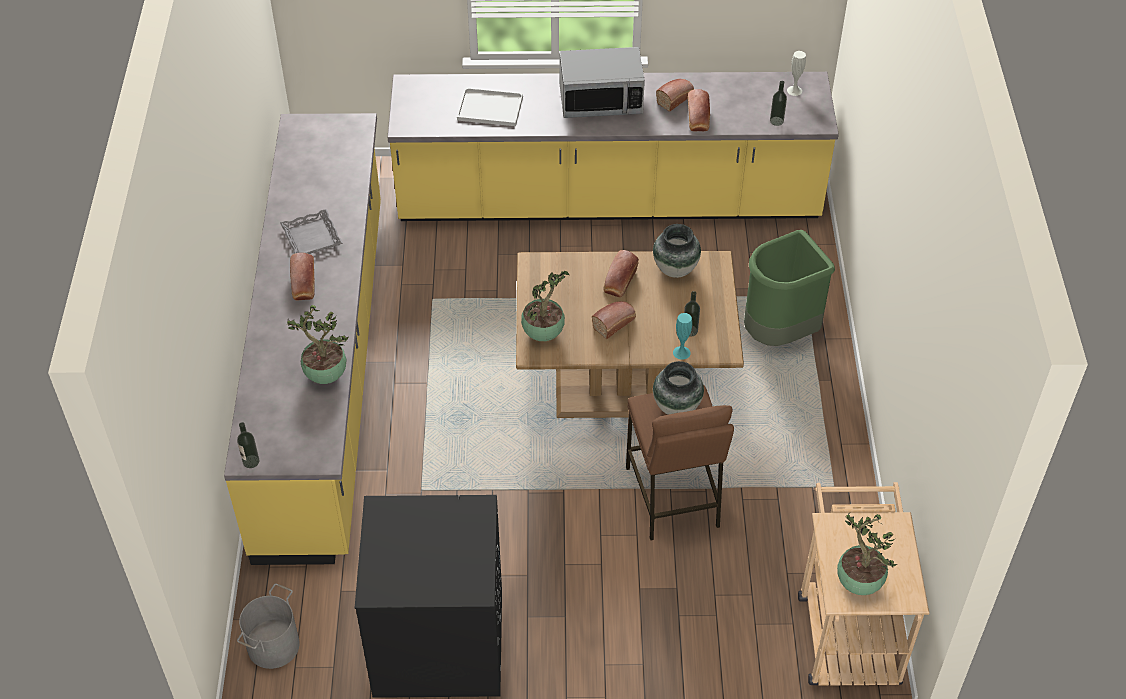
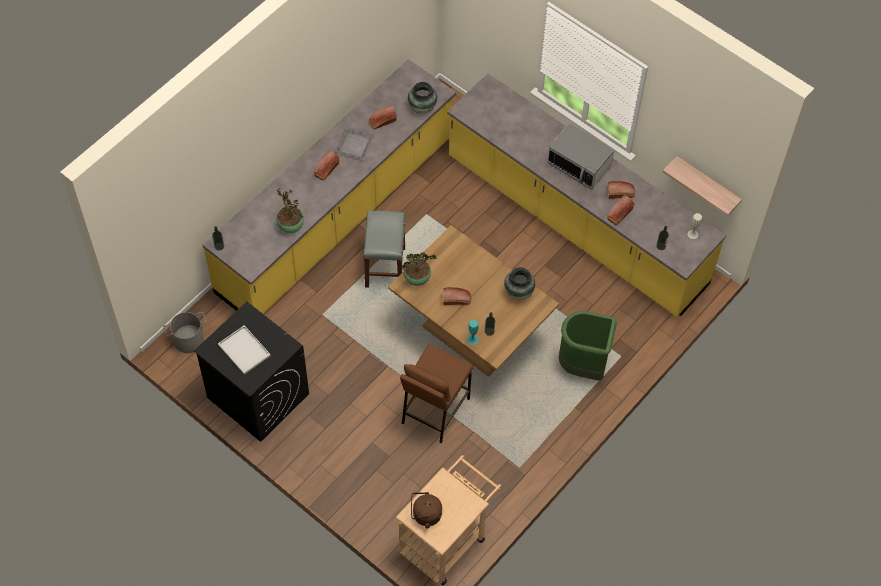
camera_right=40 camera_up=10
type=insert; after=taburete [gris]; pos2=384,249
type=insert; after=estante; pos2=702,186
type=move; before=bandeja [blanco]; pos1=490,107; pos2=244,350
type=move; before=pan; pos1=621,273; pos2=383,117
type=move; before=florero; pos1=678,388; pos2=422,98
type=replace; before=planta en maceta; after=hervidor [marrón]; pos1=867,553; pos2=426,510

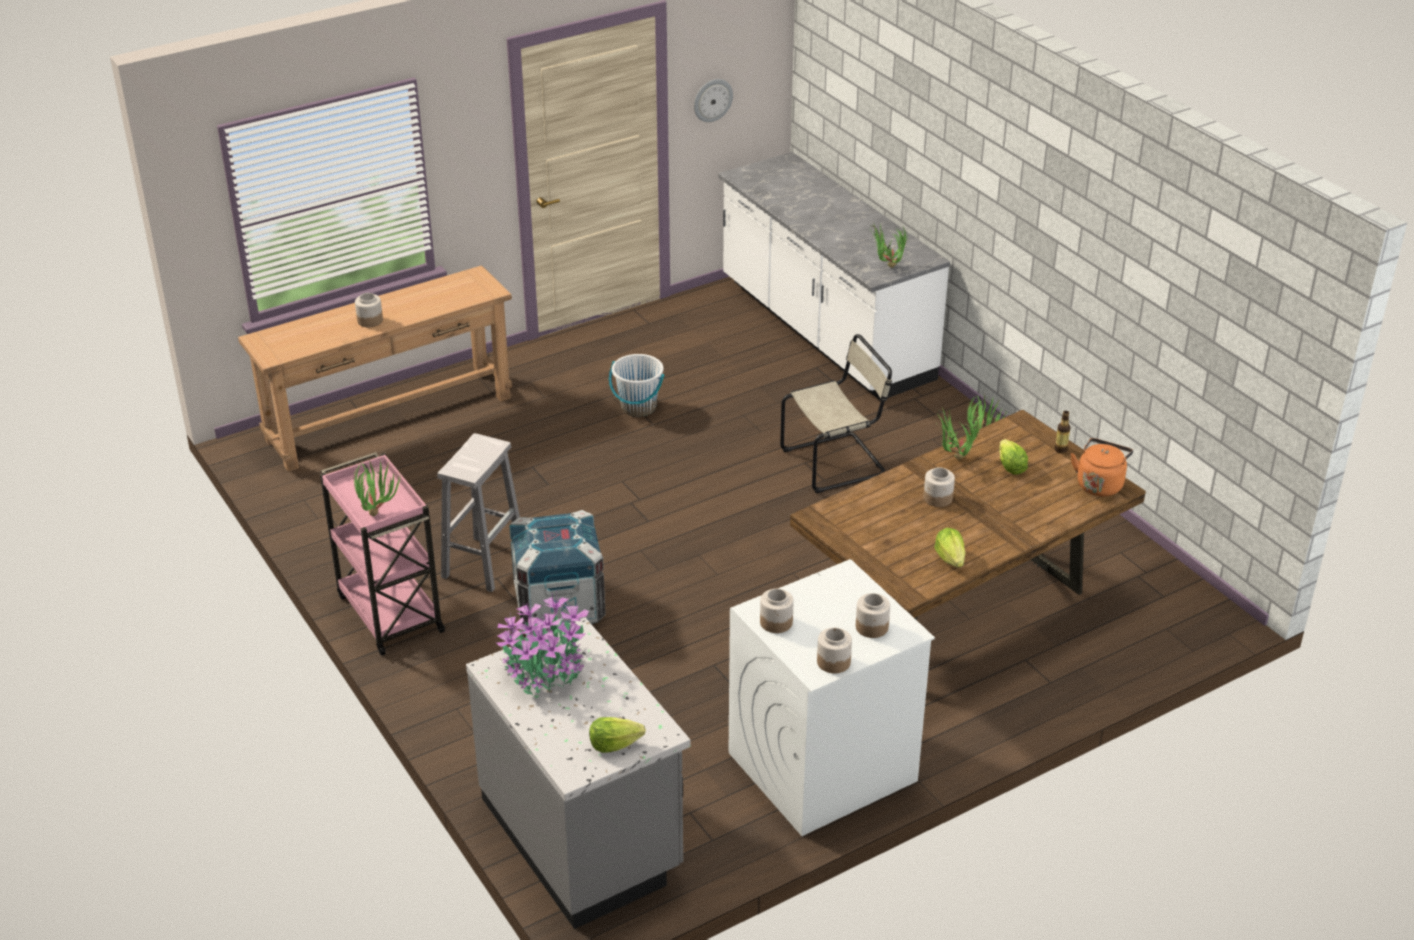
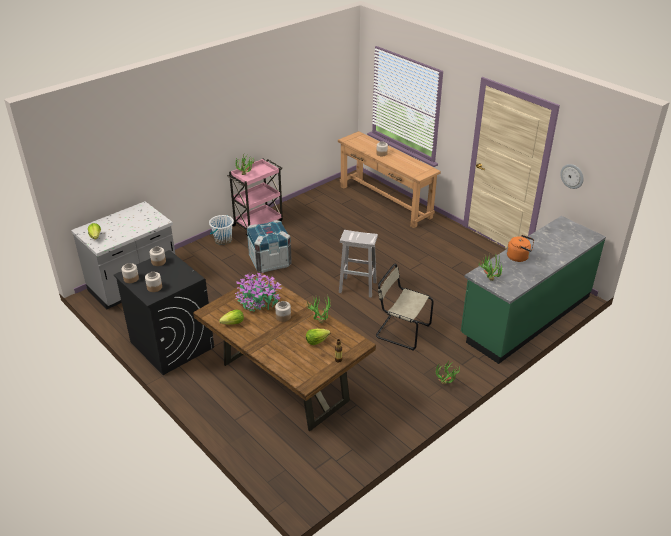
camera_right=80 camera_up=0
type=move; before=taburete [blanco]; pos1=478,512; pos2=358,264
type=move; before=planta en maceta; pos1=542,643; pos2=258,292
type=move; before=cubo [blanco]; pos1=636,385; pos2=221,230
type=move; before=hervidor [naranja]; pos1=1102,467; pos2=520,248
type=recolor; before=mueble bajo de cocina [blanco]; after=mueble bajo de cocina [verde]; pos1=834,276; pos2=533,290
type=recolor; before=lavadora [blanco]; after=lavadora [negro]; pos1=832,697; pos2=164,312
type=rotate; before=silla [beis]; pos1=836,413; pos2=405,307; turn=150

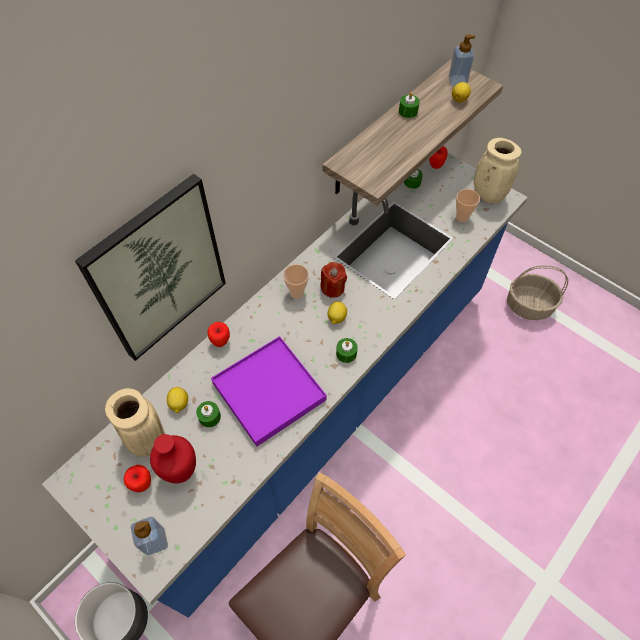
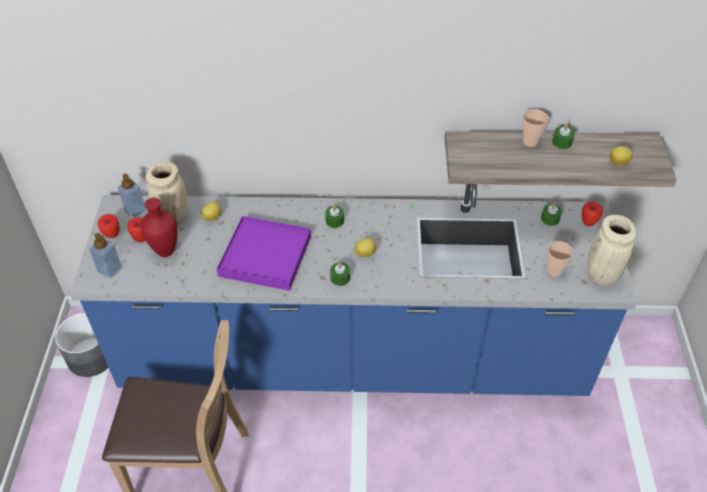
camera_right=50 camera_up=-10
type=delete; before=cuadro; pos1=150,267
type=delete; before=vela [rojo]; pos1=334,280
type=delete; before=cesta; pos1=537,292
type=move; before=vela [verde]; pos1=208,414; pos2=334,216
type=move; before=manzana; pos1=218,334; pos2=108,226
type=move; before=taza; pos1=296,281; pos2=535,128
type=move; before=dispensador de jabón; pos1=462,60; pos2=132,196

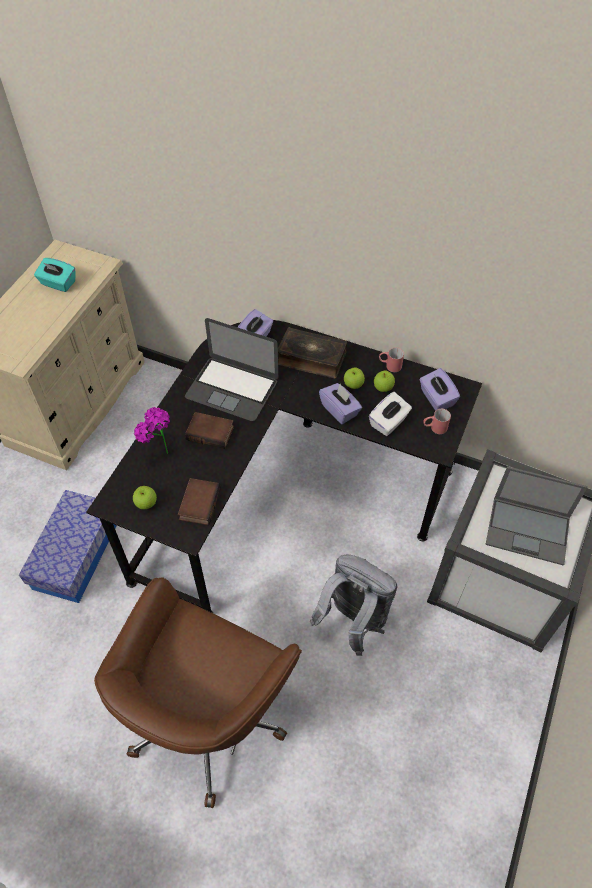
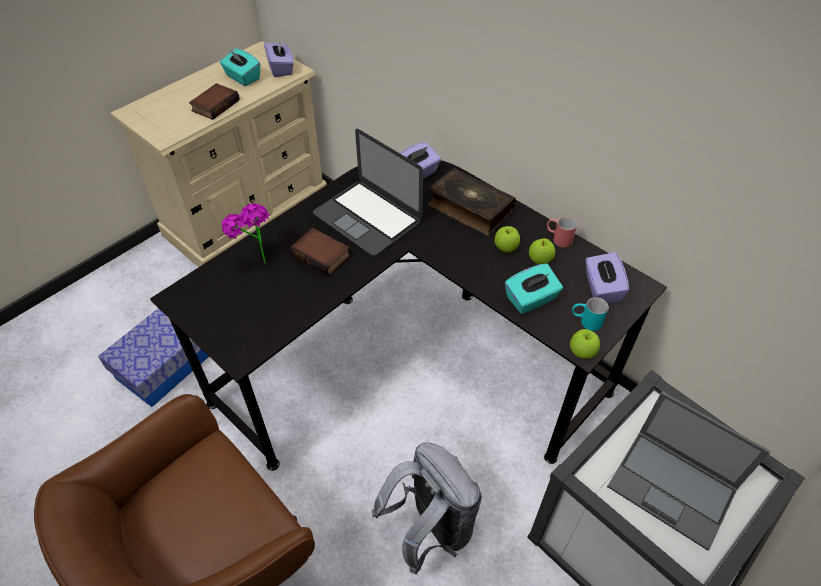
camera_right=20 camera_up=-5
type=move; before=manzana; pos1=145,497; pos2=585,344
type=move; before=libro; pos1=199,502; pos2=214,101
type=move; before=caja de pañuelos [morado]; pos1=340,403; pos2=279,58
type=recolor; before=caja de pañuelos [blanco]; after=caja de pañuelos [turquesa]; pos1=390,414; pos2=534,289
type=recolor; before=taza grande [rojo]; after=taza grande [turquesa]; pos1=437,421; pos2=590,314

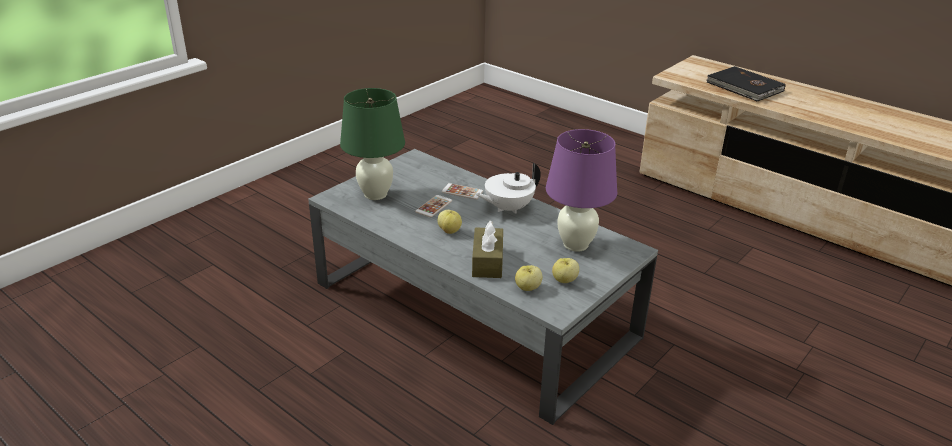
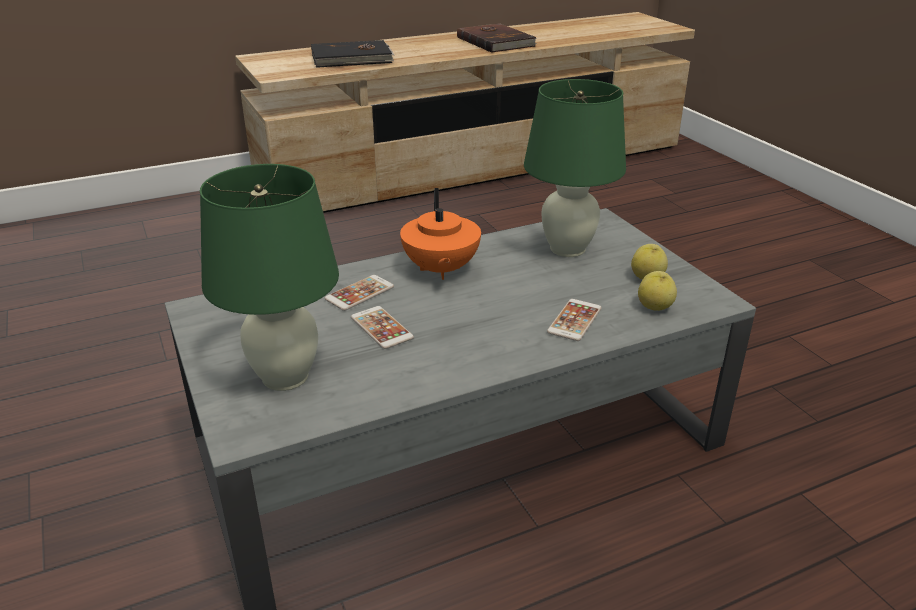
camera_right=-65 camera_up=0
type=delete; before=manzana; pos1=449,222
type=insert; after=libro [marrón]; pos2=497,38
type=replace; before=caja de pañuelos [marrón]; after=móvil; pos1=487,249; pos2=574,320
type=recolor; before=tetera [blanco]; after=tetera [naranja]; pos1=508,188; pos2=440,234
type=recolor; before=lámpara de mesa [morado]; after=lámpara de mesa [verde]; pos1=581,190; pos2=575,168

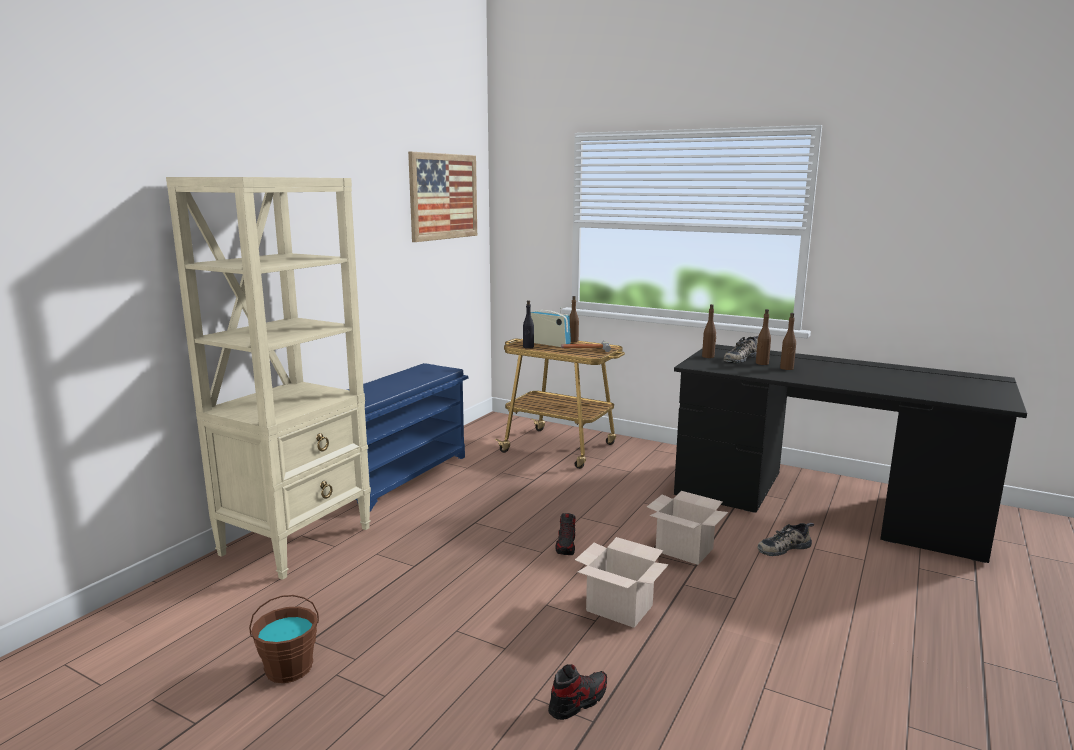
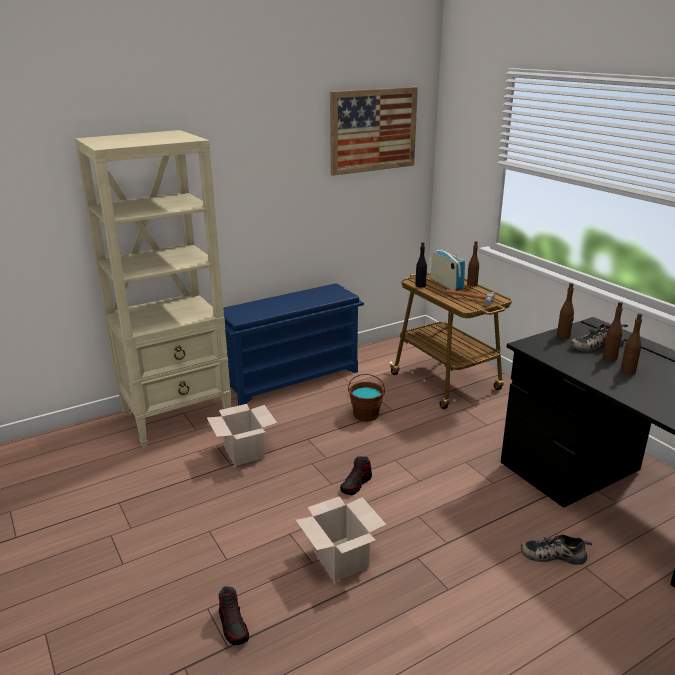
camera_right=30 camera_up=10
type=move; before=cubo [marrón]; pos1=284,639; pos2=366,398
type=move; before=caja de cartón; pos1=687,528; pos2=242,435
type=rotate; before=zapato; pos1=577,692; pos2=233,615; turn=75

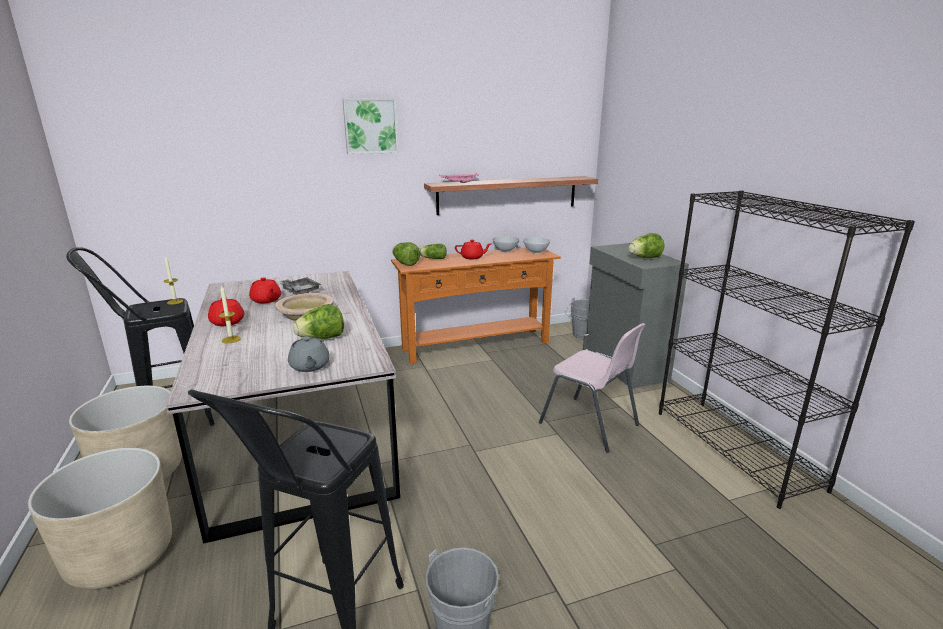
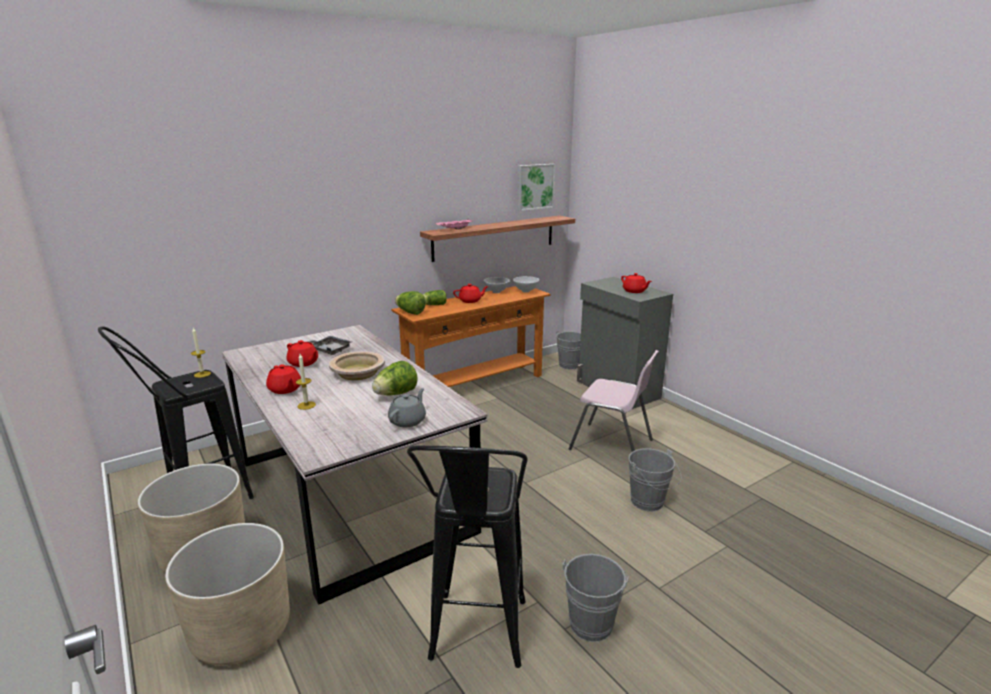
camera_right=-15 camera_up=0
type=delete; before=estantería [negro]; pos1=787,349
type=insert; after=cubo [gris]; pos2=655,479
type=move; before=cuadro; pos1=370,126; pos2=536,187
type=replace; before=lechuga; after=tetera [rojo]; pos1=646,245; pos2=636,283
type=rotate; before=tetera [gris]; pos1=309,354; pos2=407,407; turn=-120

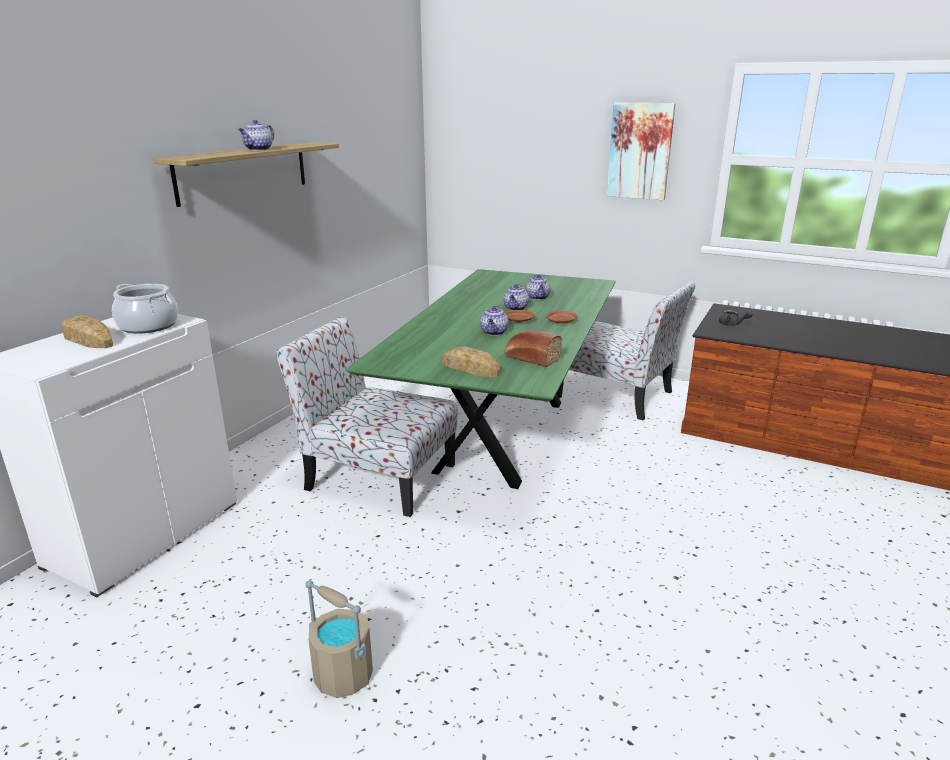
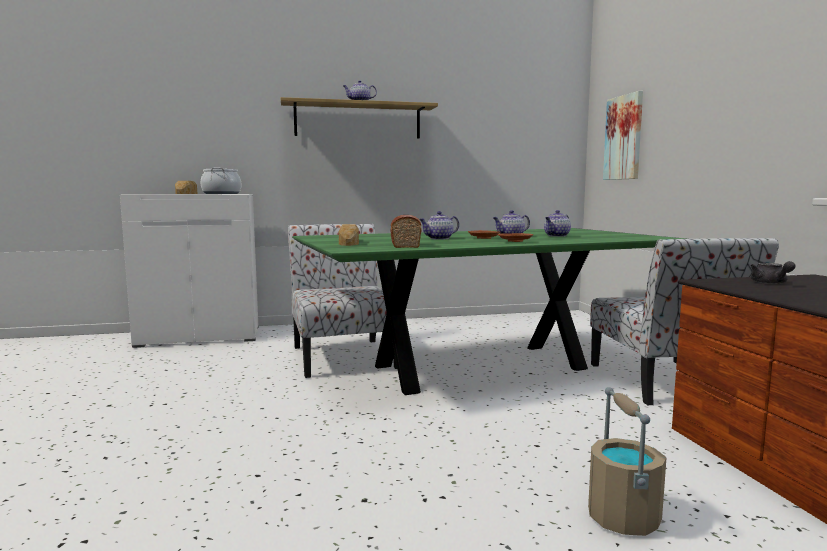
camera_right=50 camera_up=-15
type=move; before=cubo [beis]; pos1=339,639; pos2=627,461
type=move; before=cuadro; pos1=641,151; pos2=623,135

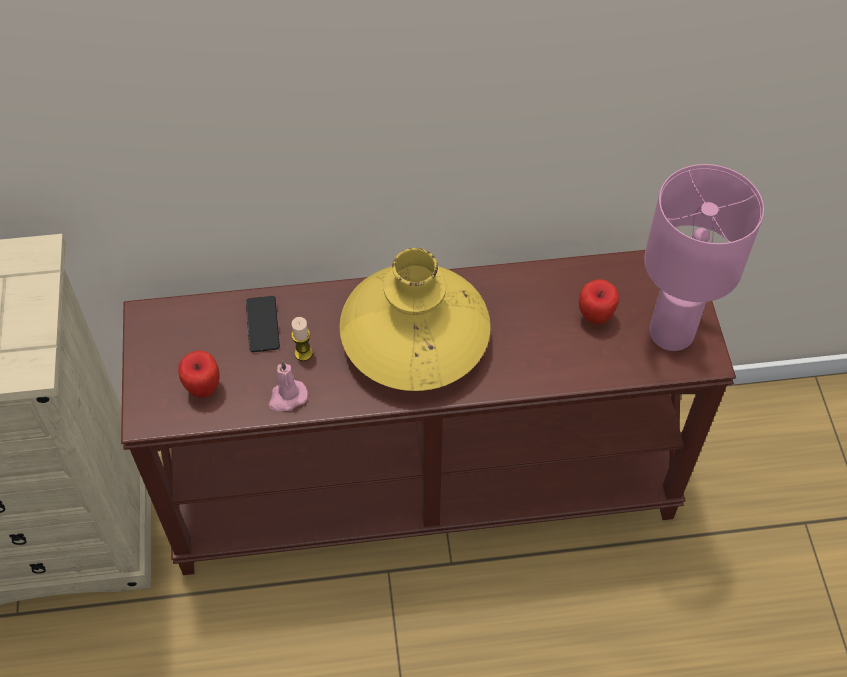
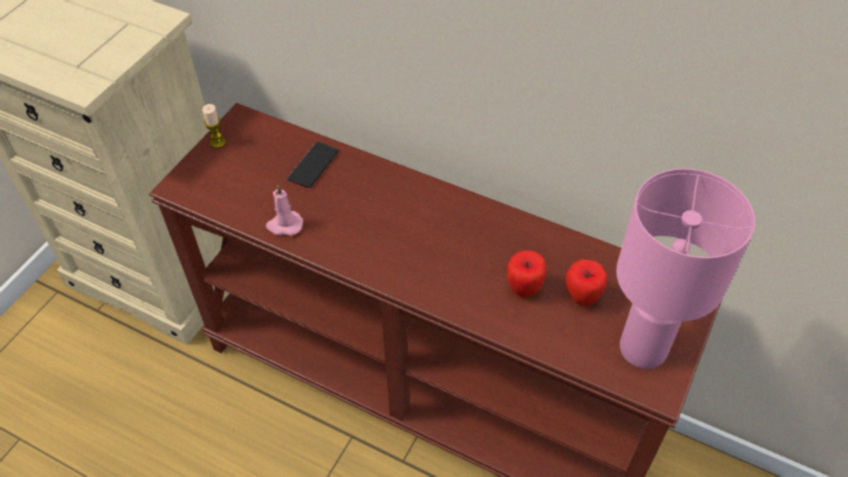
camera_right=35 camera_up=-5
type=delete; before=florero [amarillo]; pos1=415,319
type=move; before=manzana; pos1=199,374; pos2=526,274
type=move; before=vela; pos1=302,339; pos2=214,126

